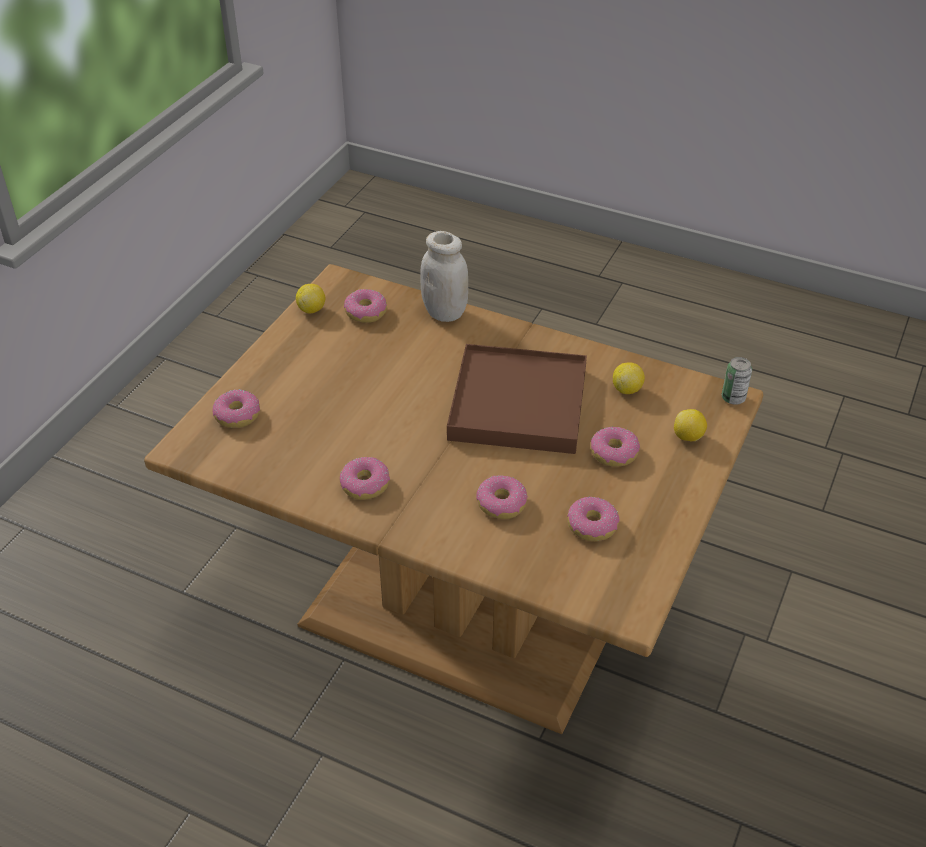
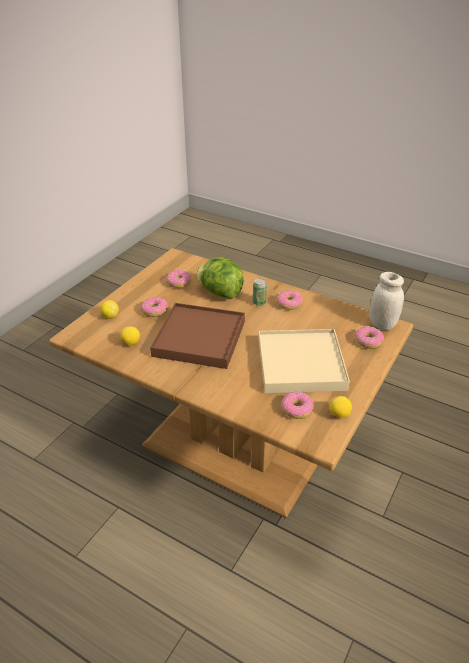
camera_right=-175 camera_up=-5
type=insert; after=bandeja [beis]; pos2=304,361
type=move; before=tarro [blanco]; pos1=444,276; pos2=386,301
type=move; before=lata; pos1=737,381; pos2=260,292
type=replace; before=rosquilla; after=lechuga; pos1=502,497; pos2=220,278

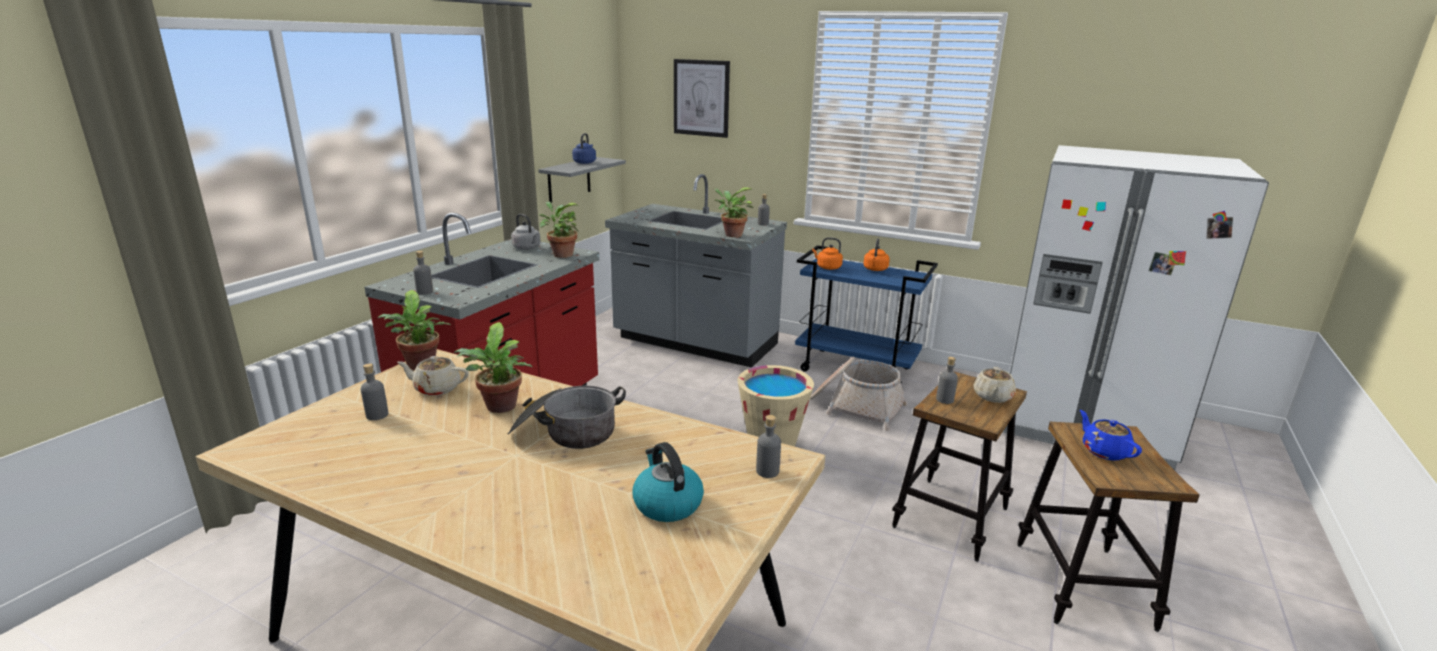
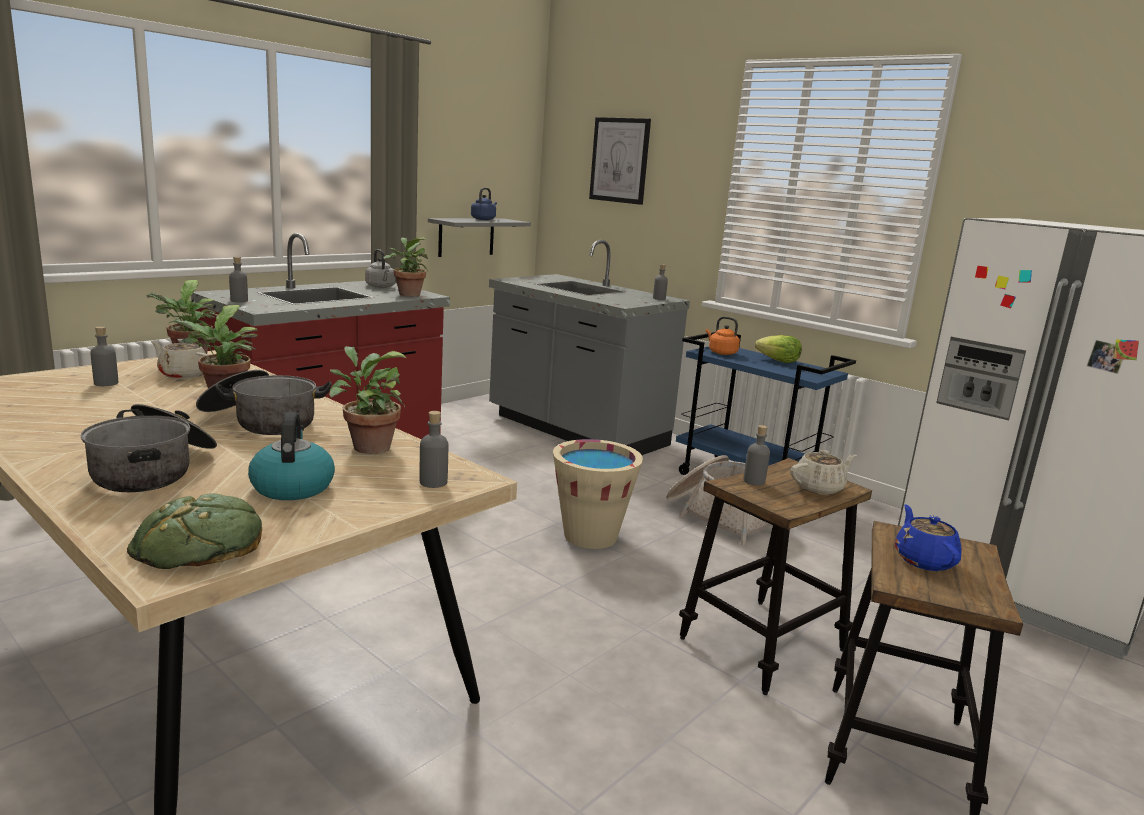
camera_right=15 camera_up=-5
type=insert; after=olla; pos2=149,448
type=insert; after=pan; pos2=194,531
type=move; before=planta en maceta; pos1=733,212; pos2=368,400
type=replace; before=hervidor [naranja]; after=lechuga; pos1=877,254; pos2=778,349
type=rotate; before=tetera [beis]; pos1=994,385; pos2=823,472; turn=-150

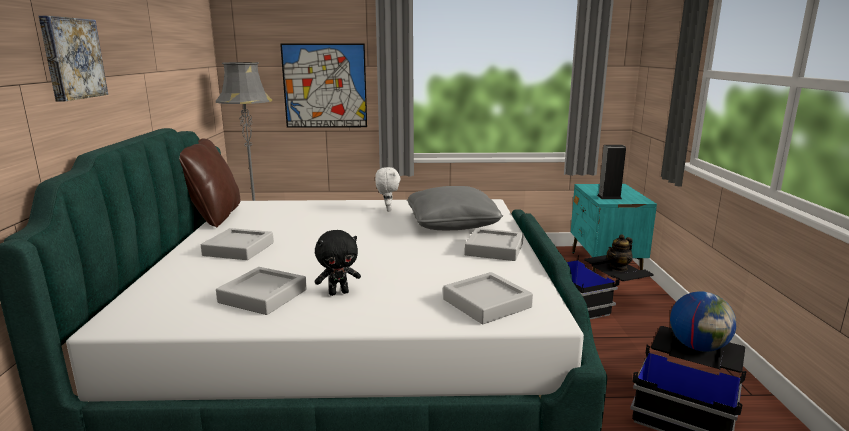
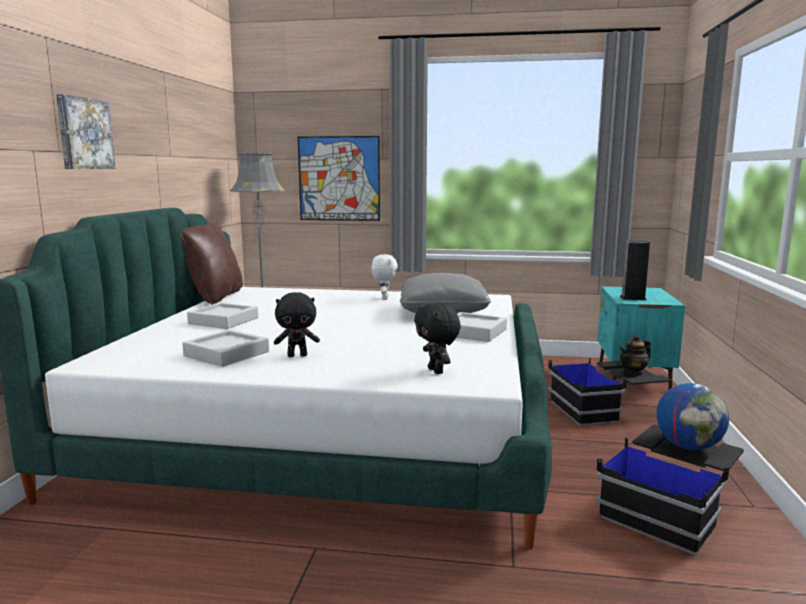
camera_right=10 camera_up=-5
type=replace; before=bandeja [gris]; after=peluche [negro]; pos1=488,298; pos2=437,338

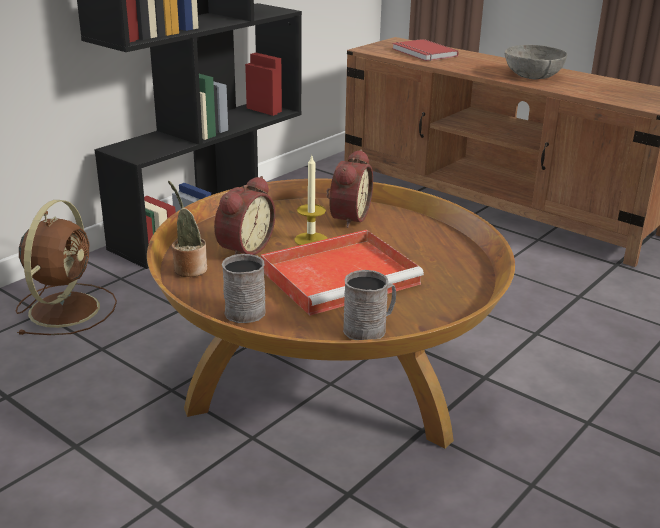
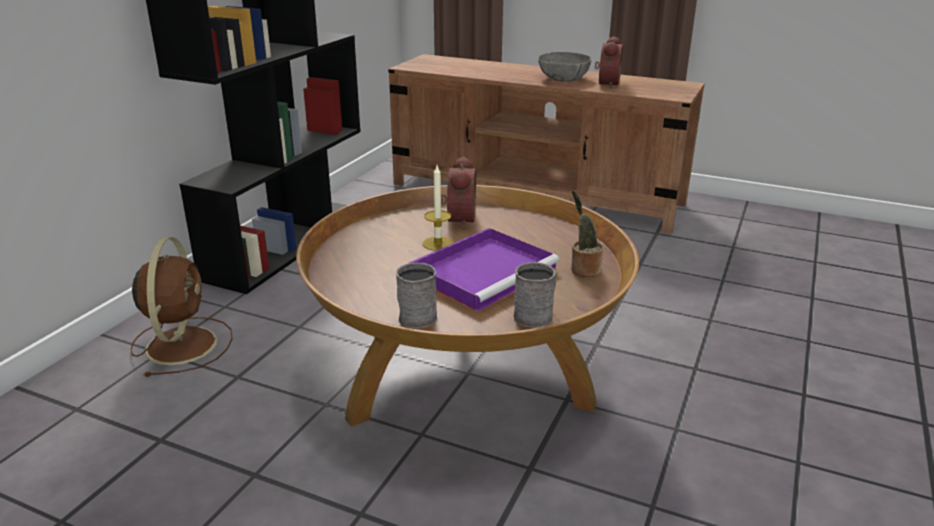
camera_right=-15 camera_up=0
type=delete; before=libro [rojo]; pos1=425,50
type=move; before=planta en maceta; pos1=187,229; pos2=587,233
type=move; before=despertador; pos1=244,215; pos2=609,62
type=recolor; before=bandeja [rojo]; after=bandeja [morado]; pos1=342,273; pos2=484,270

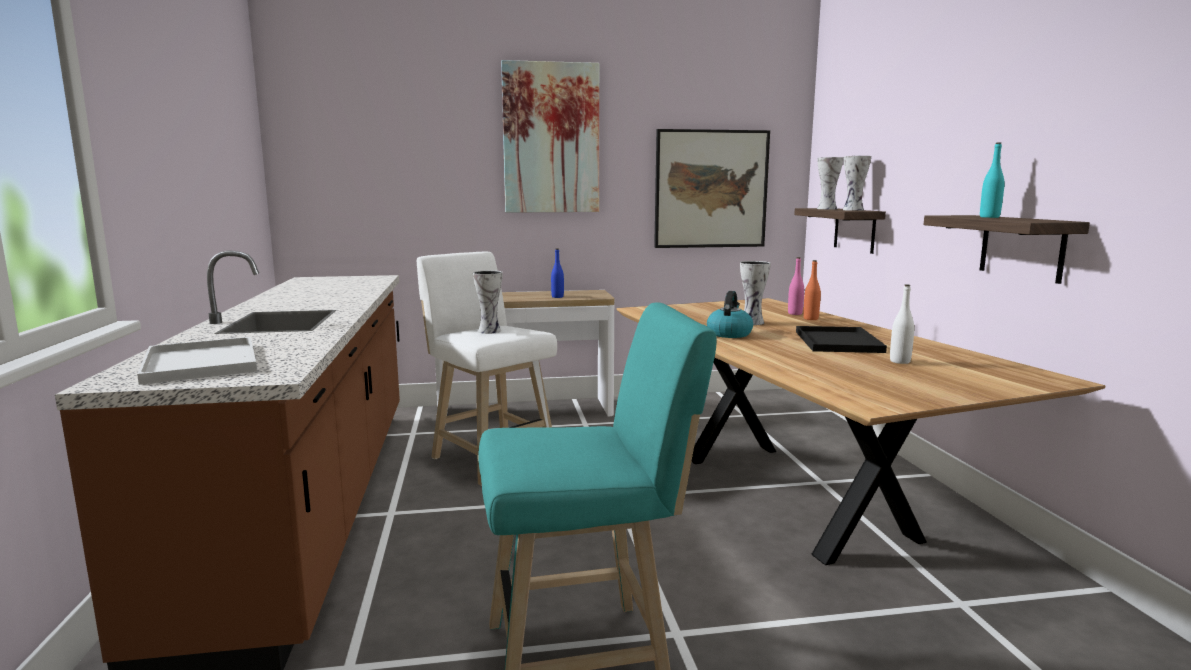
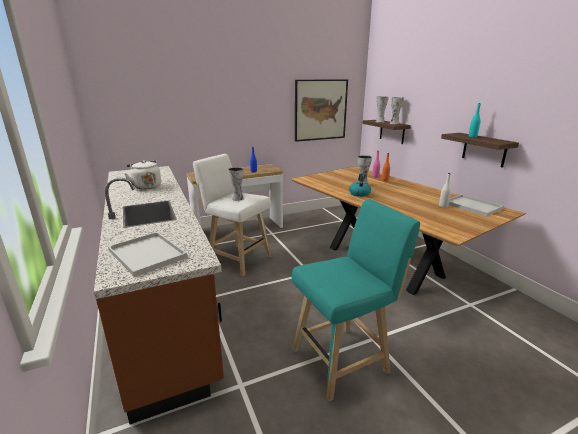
camera_right=-15 camera_up=10
type=delete; before=cuadro; pos1=550,136
type=delete; before=bandeja [negro]; pos1=841,339
type=insert; after=hervidor [blanco]; pos2=142,174
type=insert; after=bandeja [blanco]; pos2=476,205

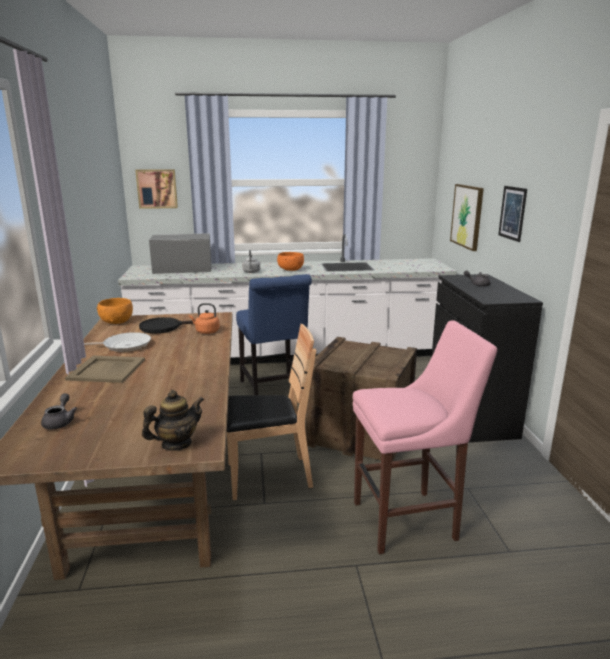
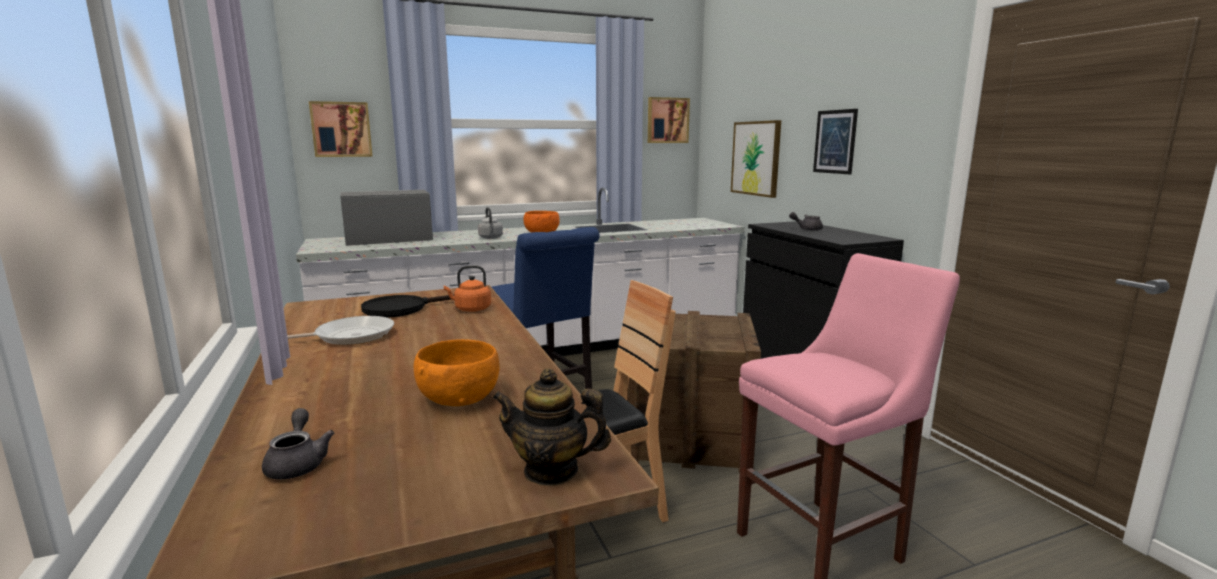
camera_right=-15 camera_up=-5
type=delete; before=bandeja [beis]; pos1=105,369
type=insert; after=cuadro; pos2=669,120
type=move; before=cuenco [naranja]; pos1=115,311; pos2=456,372
type=rotate; before=tetera; pos1=173,420; pos2=551,427; turn=-120

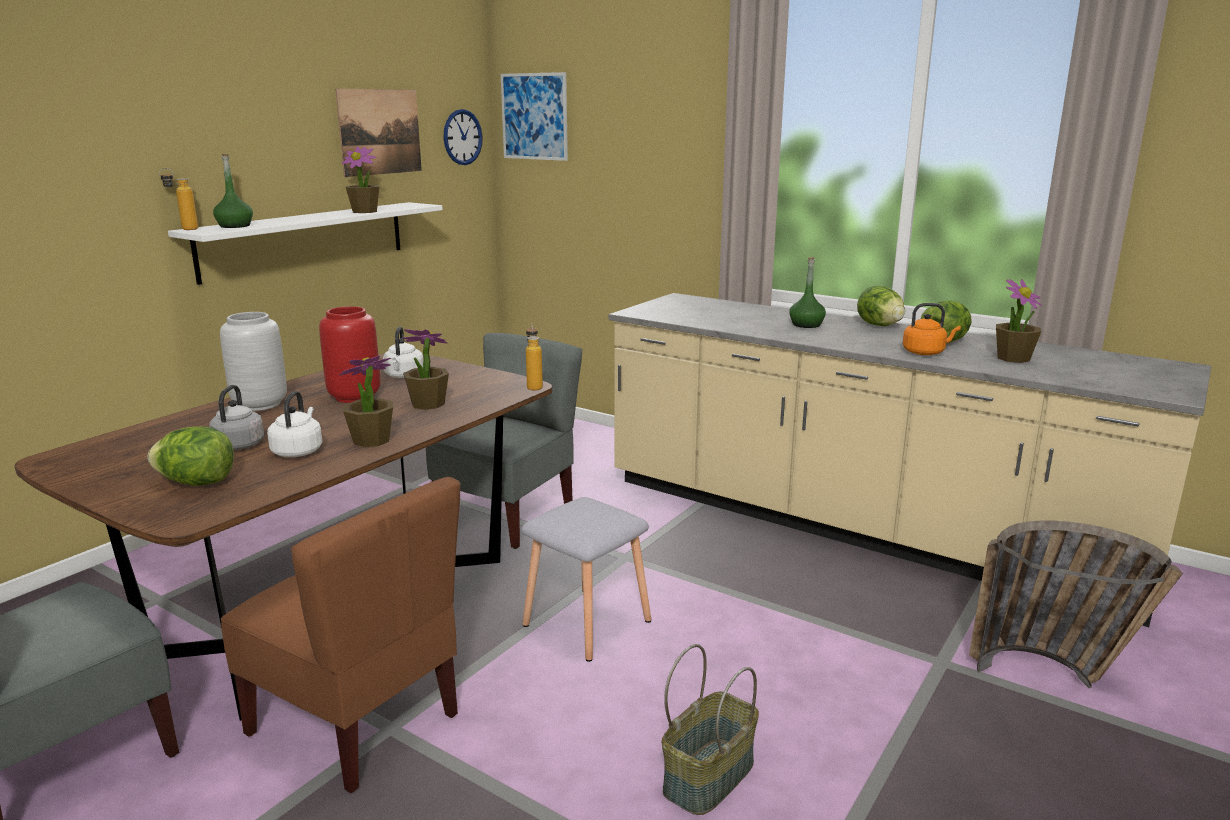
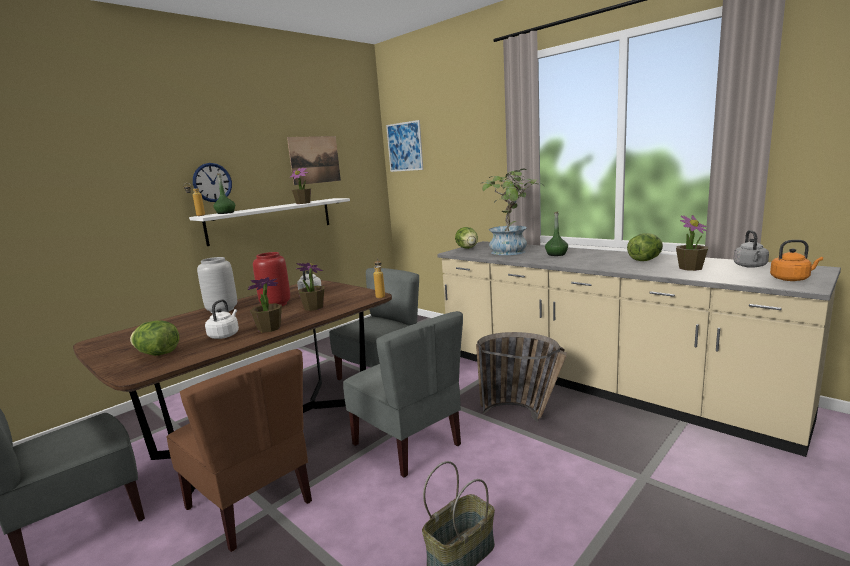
camera_right=10 camera_up=-5
type=insert; after=planta en maceta; pos2=511,212
type=move; before=hervidor [gris]; pos1=236,417; pos2=751,249
type=move; before=reloj de pared; pos1=463,137; pos2=212,182
type=move; before=lechuga; pos1=881,306; pos2=466,238
type=move; before=hervidor [naranja]; pos1=932,329; pos2=796,260
type=move; before=cesta; pos1=1076,604; pos2=521,377
type=replace; before=taburete [gris]; after=silla [gris]; pos1=586,579; pos2=403,394

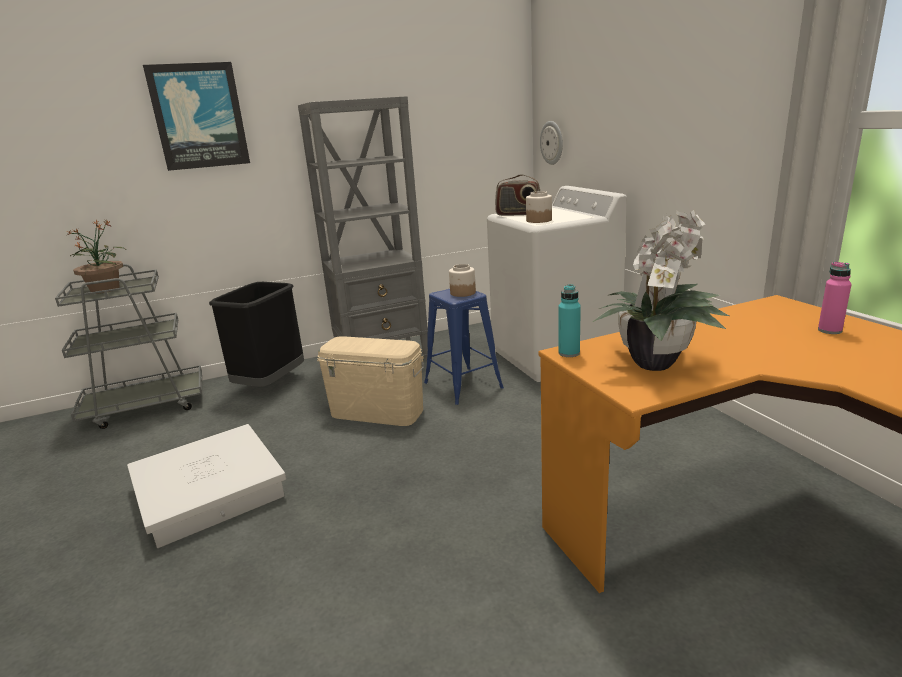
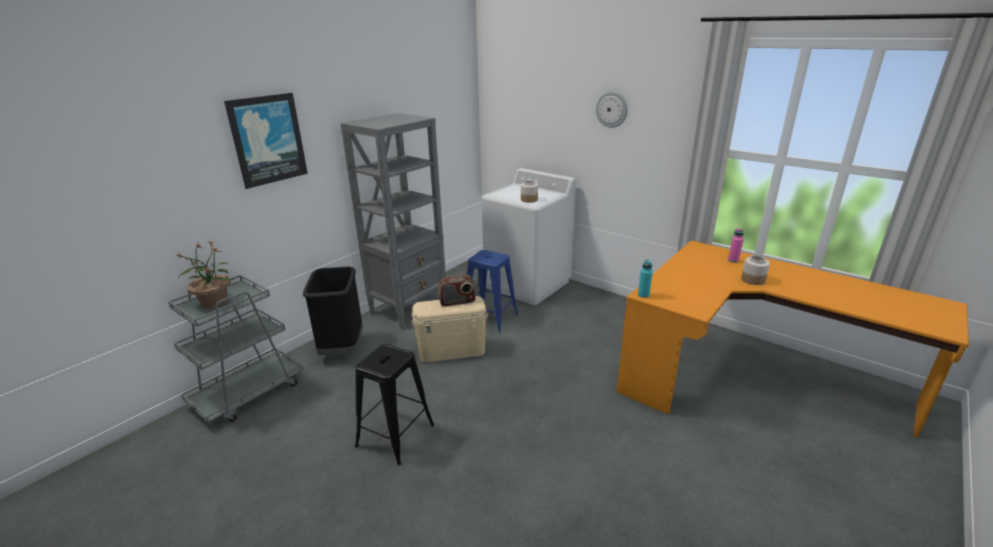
camera_right=-30 camera_up=5
type=delete; before=planta en maceta; pos1=661,290
type=move; before=tarro; pos1=462,280; pos2=755,270
type=move; before=radio; pos1=517,195; pos2=457,289
type=move; before=reloj de pared; pos1=551,143; pos2=612,109
type=replace; before=caja de almacenaje [blanco]; after=taburete [negro]; pos1=206,486; pos2=395,404

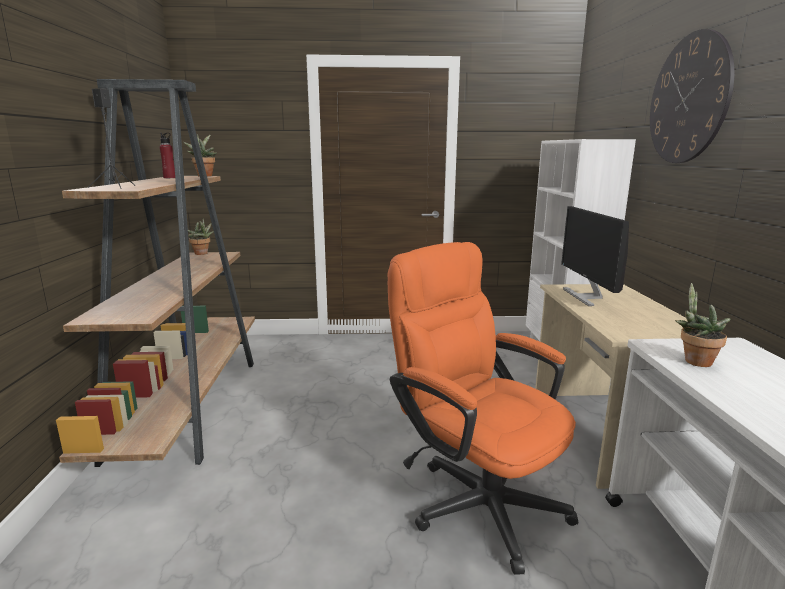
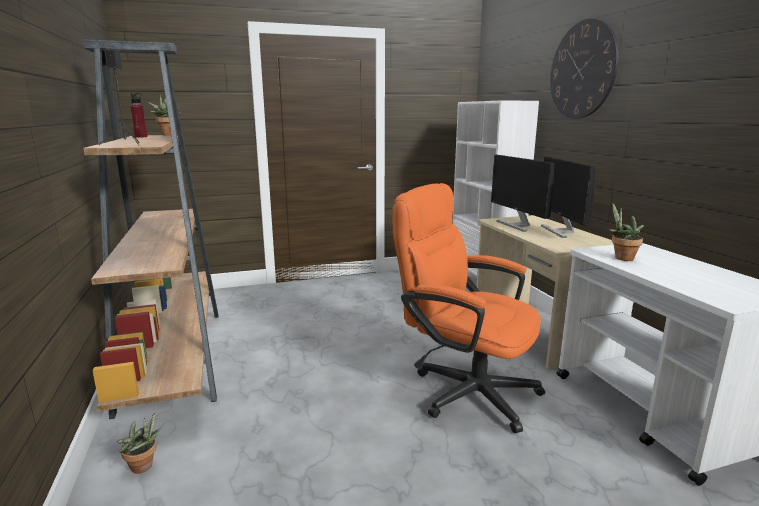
camera_right=-15 camera_up=0
type=insert; after=monitor; pos2=568,197
type=move; before=planta en maceta; pos1=201,236; pos2=139,443

